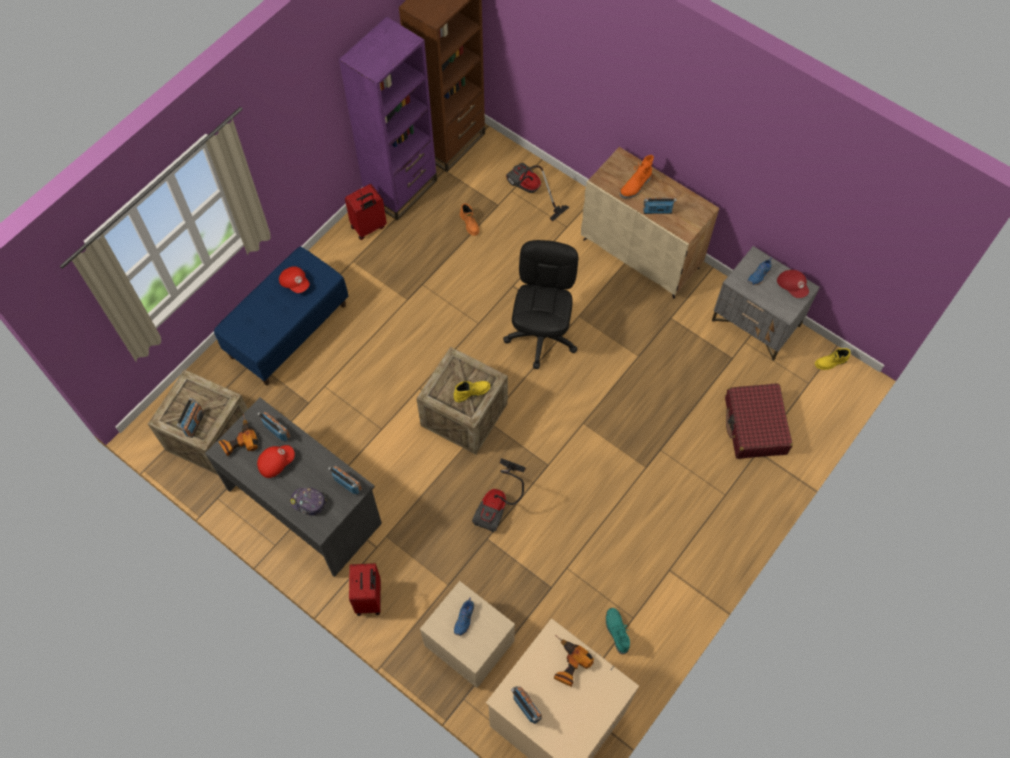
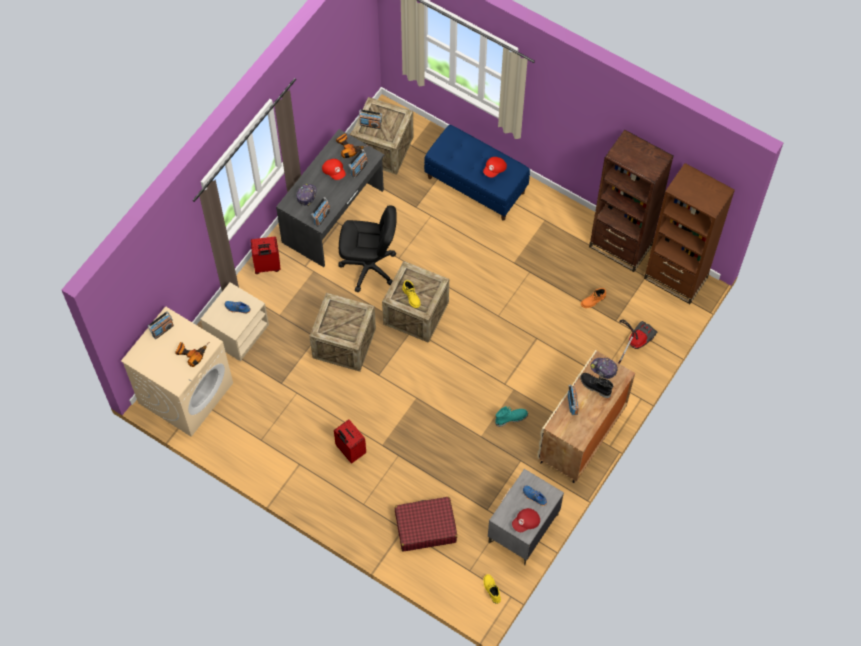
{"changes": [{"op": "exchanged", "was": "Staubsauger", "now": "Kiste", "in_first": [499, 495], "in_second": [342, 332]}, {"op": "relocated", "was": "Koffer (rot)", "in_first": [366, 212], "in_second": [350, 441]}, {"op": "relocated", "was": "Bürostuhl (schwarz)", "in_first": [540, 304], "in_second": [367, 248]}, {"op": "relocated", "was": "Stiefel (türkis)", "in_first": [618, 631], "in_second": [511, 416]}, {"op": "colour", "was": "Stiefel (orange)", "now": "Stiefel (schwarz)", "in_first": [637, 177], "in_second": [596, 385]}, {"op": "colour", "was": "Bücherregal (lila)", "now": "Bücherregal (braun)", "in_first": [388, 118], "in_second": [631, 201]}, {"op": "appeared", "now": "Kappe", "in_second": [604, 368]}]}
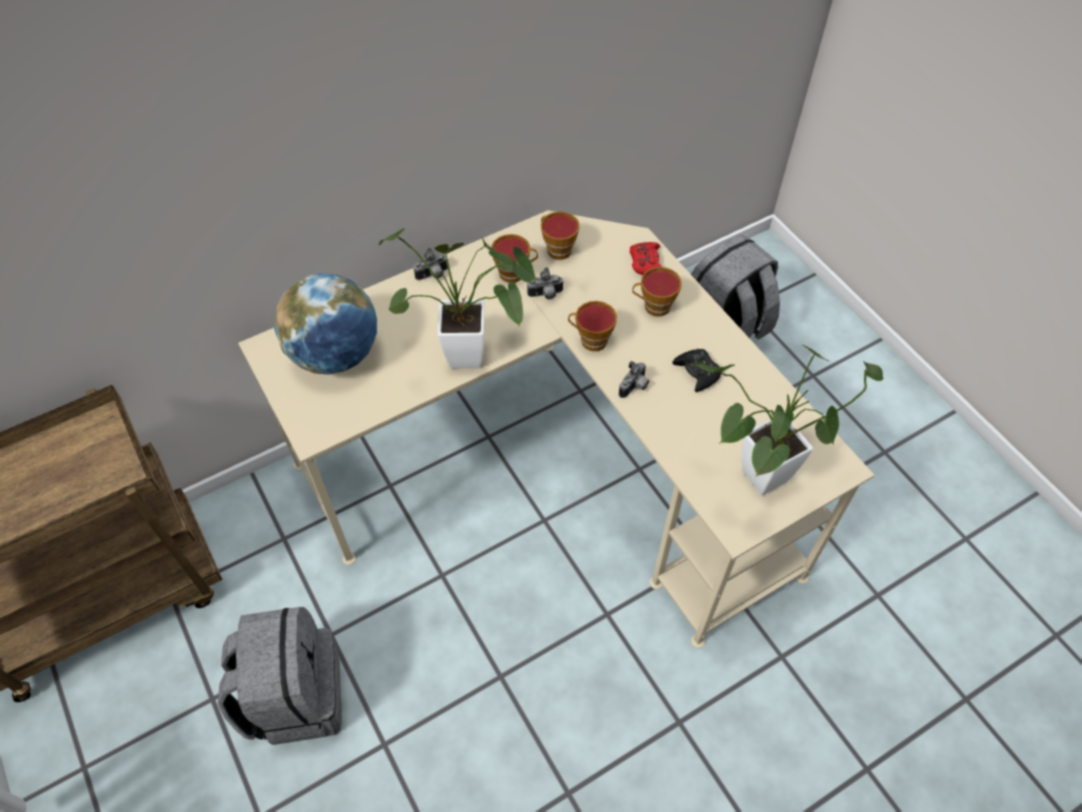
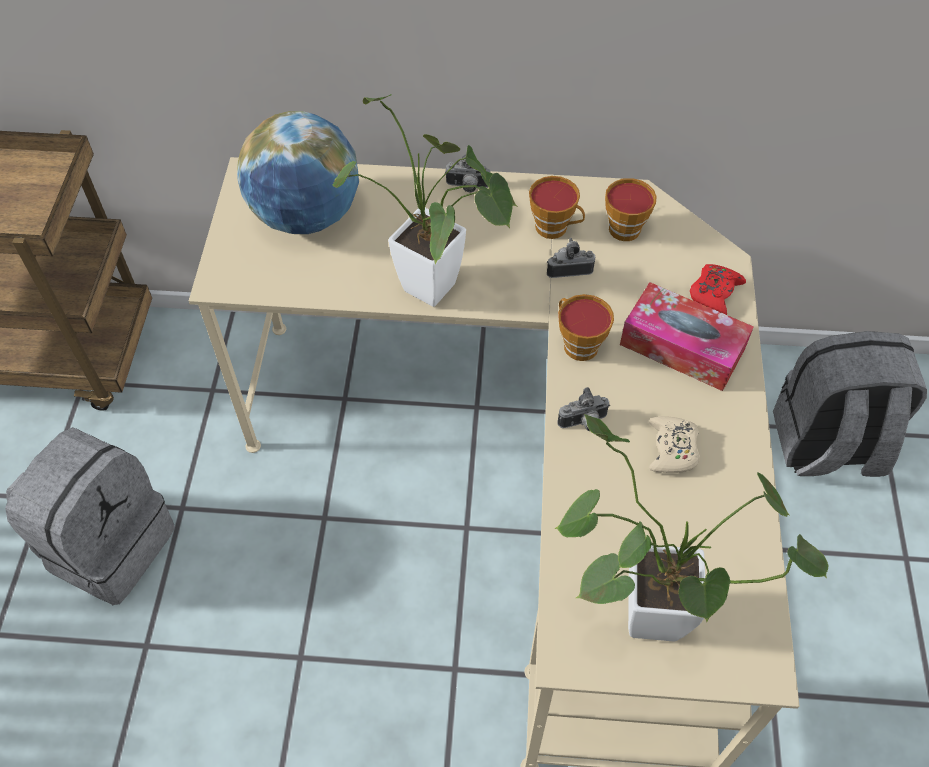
{"changes": [{"op": "spun", "was": "Kamera", "in_first": [545, 283], "in_second": [571, 258], "clockwise": 150}, {"op": "exchanged", "was": "Tasse", "now": "Taschentuchbox", "in_first": [657, 292], "in_second": [687, 336]}, {"op": "colour", "was": "Gamepad (schwarz)", "now": "Gamepad (beige)", "in_first": [696, 370], "in_second": [674, 444]}]}
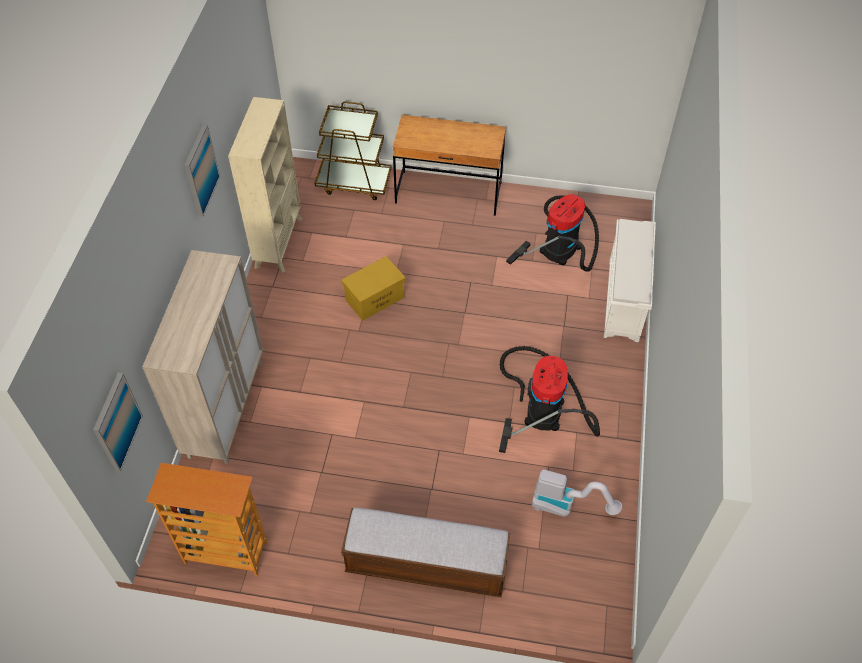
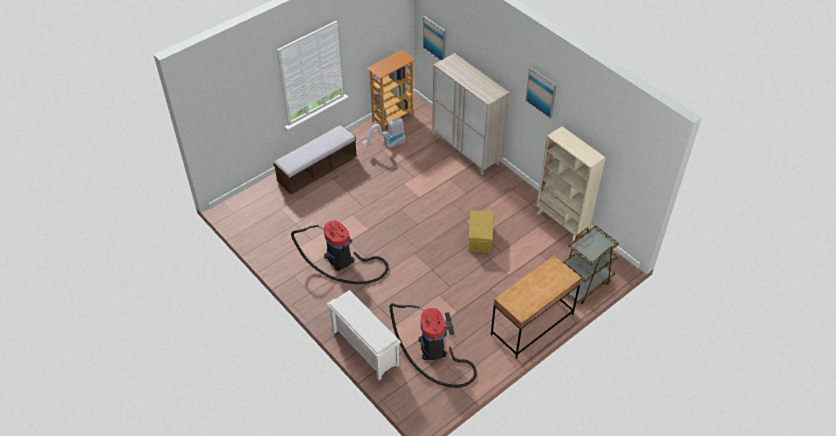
{"changes": [{"op": "relocated", "was": "Staubsauger", "in_first": [577, 492], "in_second": [384, 132]}]}
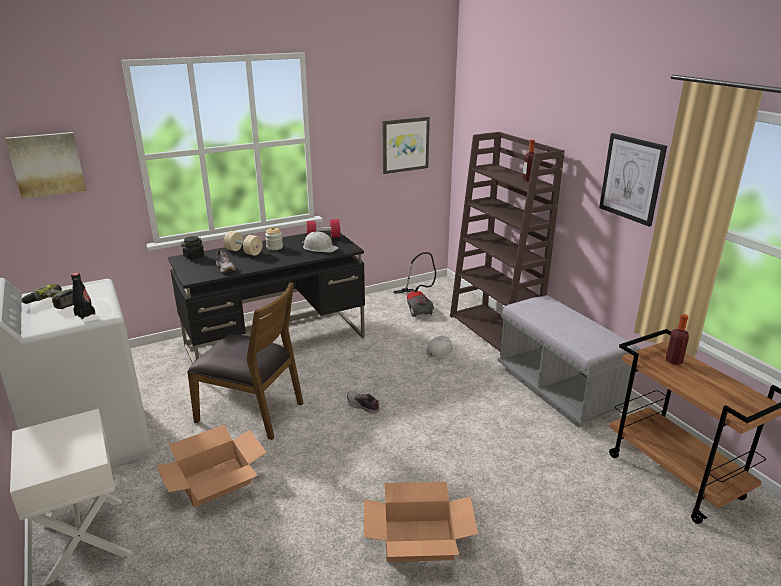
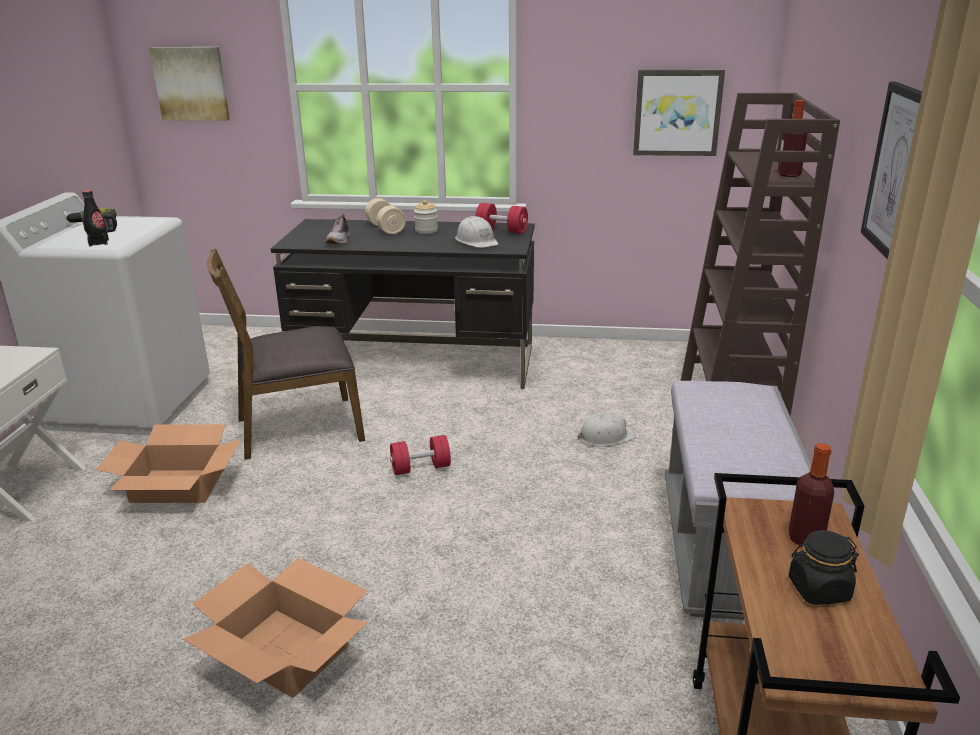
{"changes": [{"op": "spun", "was": "Stuhl (braun)", "in_first": [245, 361], "in_second": [286, 354], "clockwise": 105}, {"op": "exchanged", "was": "Schuh", "now": "Hantel (rot)", "in_first": [363, 402], "in_second": [420, 455]}, {"op": "relocated", "was": "Vorratsglas (schwarz)", "in_first": [192, 248], "in_second": [824, 567]}, {"op": "missing", "was": "Staubsauger", "in_first": [415, 284]}]}
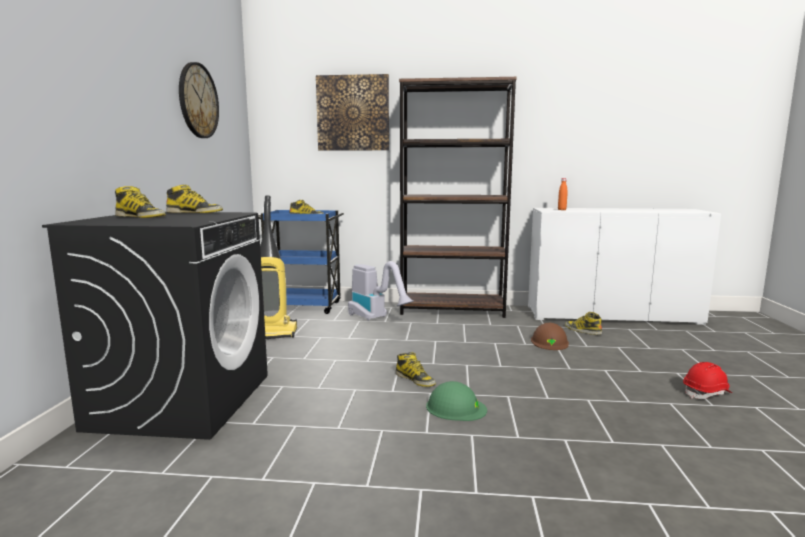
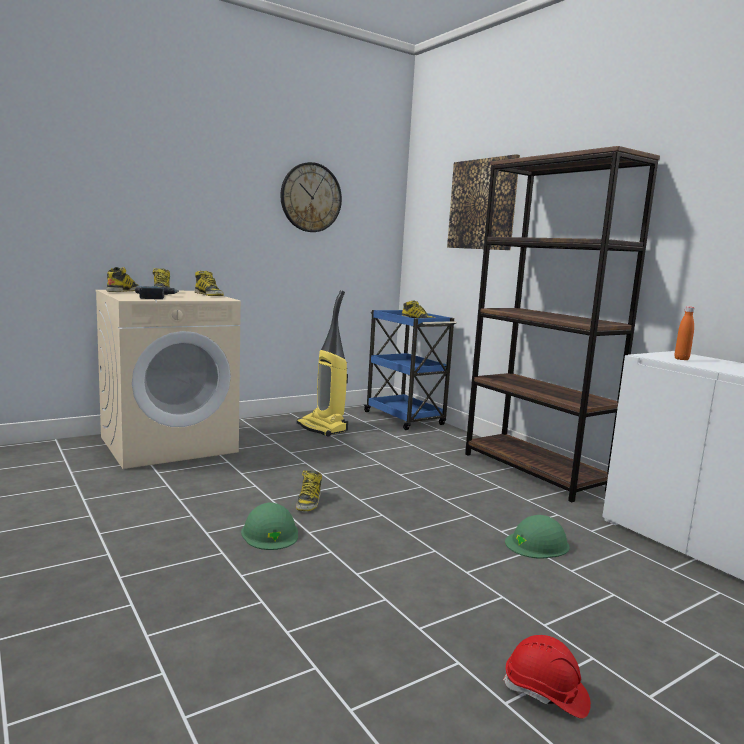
{"changes": [{"op": "colour", "was": "Waschmaschine (schwarz)", "now": "Waschmaschine (beige)", "in_first": [155, 326], "in_second": [168, 379]}, {"op": "relocated", "was": "Stiefel", "in_first": [583, 323], "in_second": [123, 279]}, {"op": "appeared", "now": "Bohrmaschine", "in_second": [157, 292]}, {"op": "colour", "was": "Schutzhelm (braun)", "now": "Schutzhelm (grün)", "in_first": [550, 336], "in_second": [537, 537]}, {"op": "missing", "was": "Staubsauger", "in_first": [381, 291]}]}
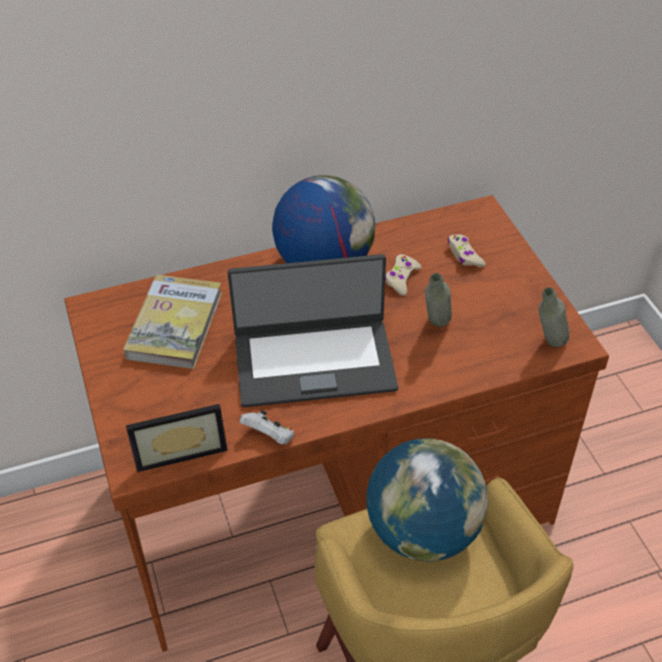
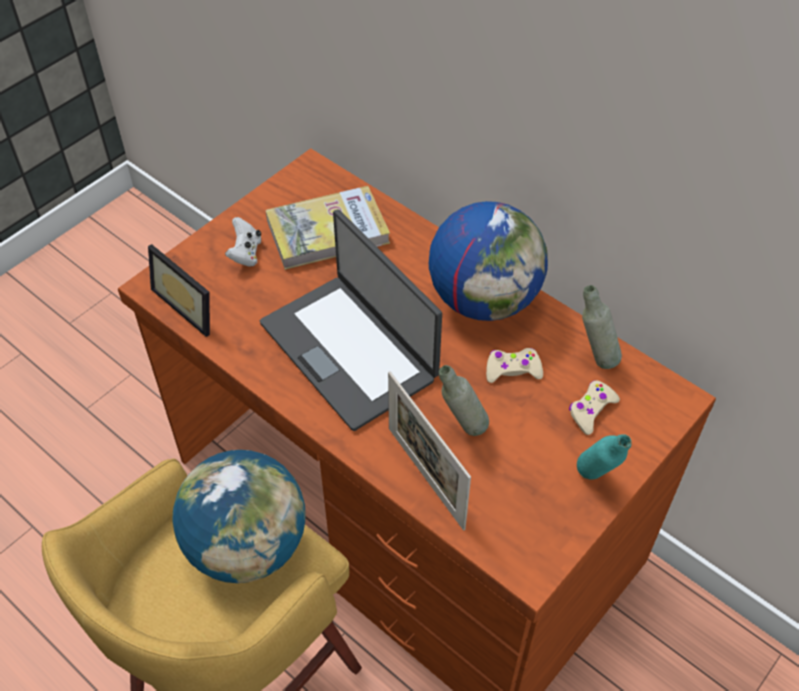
{"changes": [{"op": "relocated", "was": "Gamepad (weiß)", "in_first": [266, 427], "in_second": [243, 242]}, {"op": "appeared", "now": "Bilderrahmen", "in_second": [429, 450]}, {"op": "appeared", "now": "Flasche (türkis)", "in_second": [604, 457]}, {"op": "relocated", "was": "Flasche (grau)", "in_first": [554, 317], "in_second": [602, 327]}]}
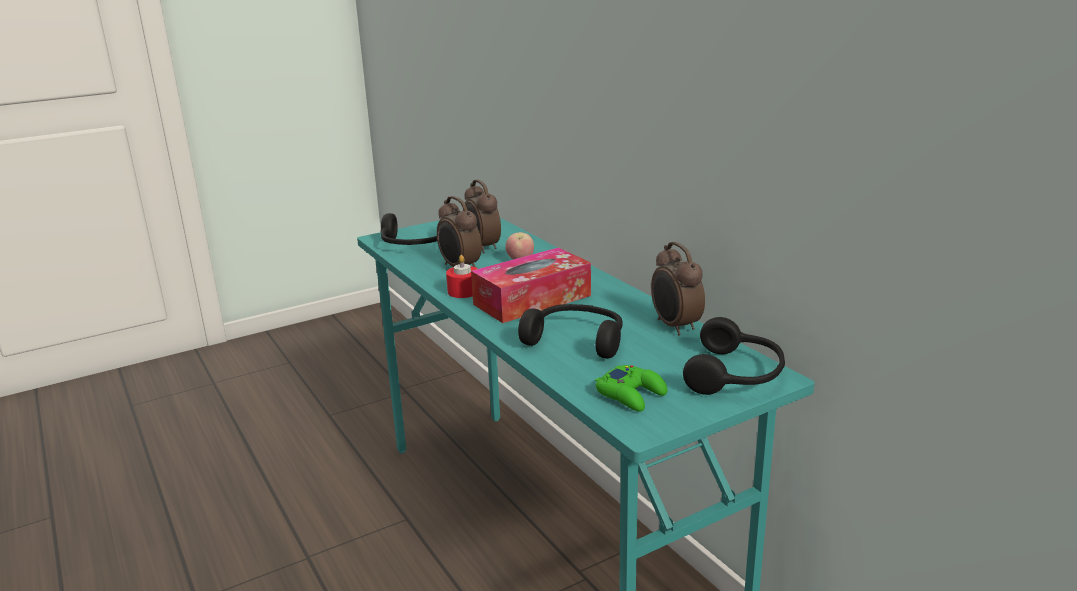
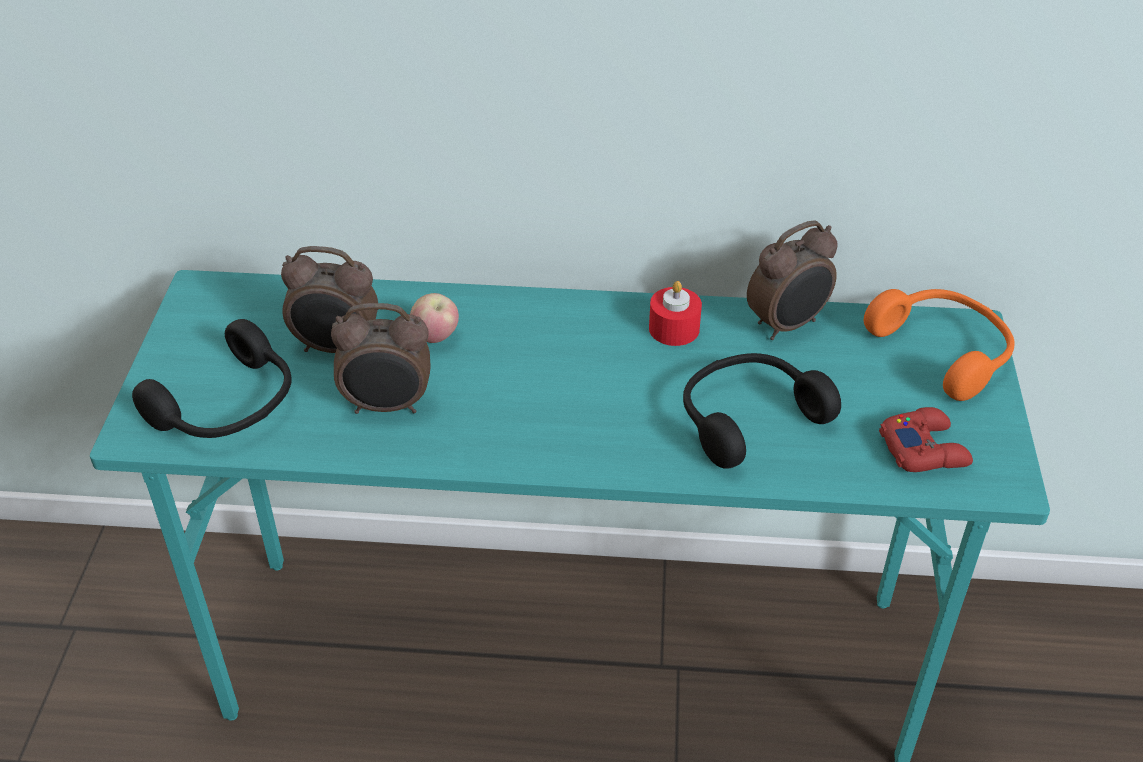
{"changes": [{"op": "relocated", "was": "Kerze (rot)", "in_first": [462, 276], "in_second": [675, 313]}, {"op": "spun", "was": "Wecker", "in_first": [678, 289], "in_second": [792, 280], "clockwise": -45}, {"op": "colour", "was": "Kopfhörer (schwarz)", "now": "Kopfhörer (orange)", "in_first": [734, 356], "in_second": [939, 345]}, {"op": "colour", "was": "Gamepad (grün)", "now": "Gamepad (rot)", "in_first": [631, 388], "in_second": [926, 439]}, {"op": "missing", "was": "Taschentuchbox", "in_first": [531, 285]}]}
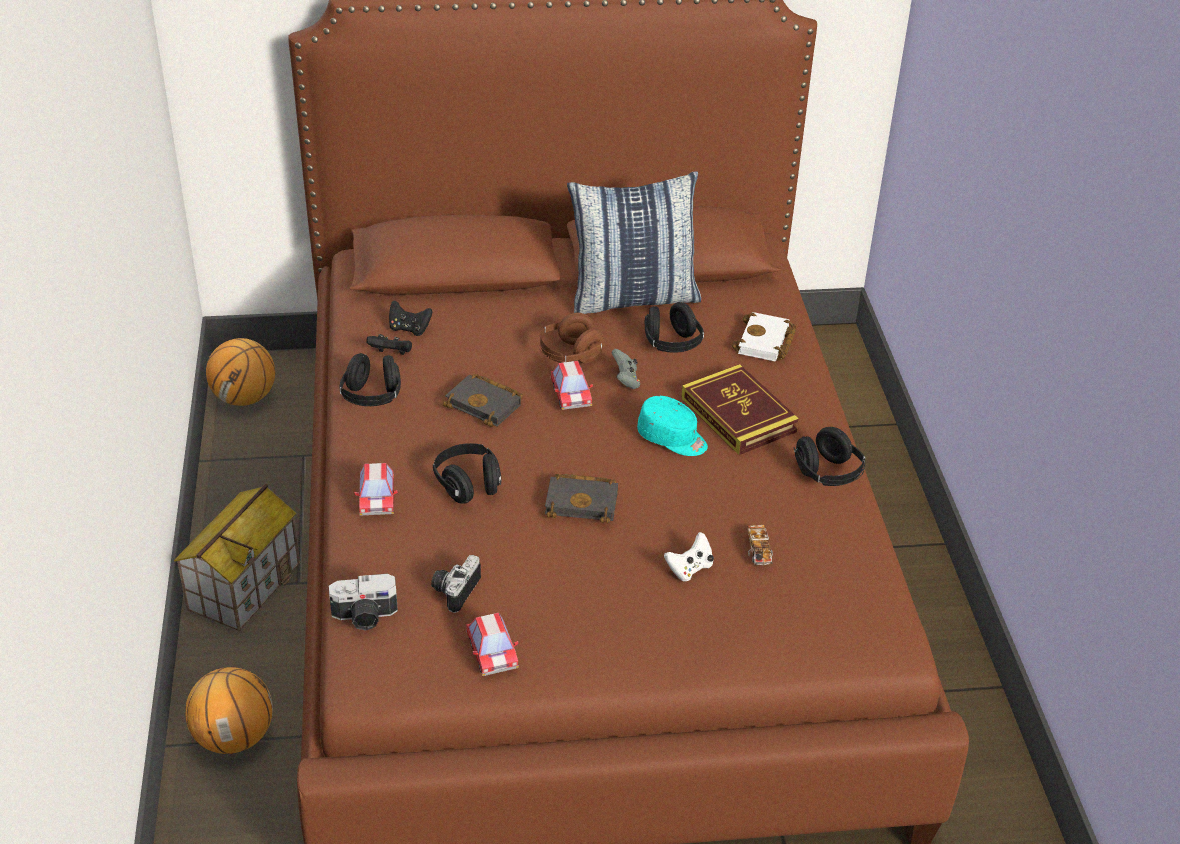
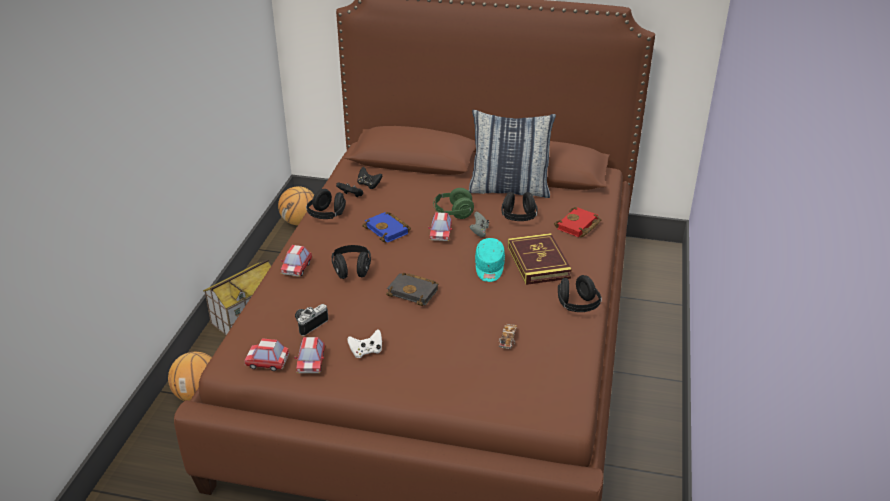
{"changes": [{"op": "appeared", "now": "Spielzeugauto", "in_second": [266, 354]}, {"op": "relocated", "was": "Gamepad (weiß)", "in_first": [689, 556], "in_second": [364, 343]}, {"op": "colour", "was": "Buch (schwarz)", "now": "Buch (blau)", "in_first": [483, 400], "in_second": [386, 227]}, {"op": "colour", "was": "Kopfhörer (braun)", "now": "Kopfhörer (grün)", "in_first": [571, 338], "in_second": [453, 203]}, {"op": "spun", "was": "Kappe (türkis)", "in_first": [672, 426], "in_second": [490, 260], "clockwise": 45}, {"op": "colour", "was": "Buch (weiß)", "now": "Buch (rot)", "in_first": [764, 337], "in_second": [577, 222]}, {"op": "missing", "was": "Kamera", "in_first": [363, 602]}]}
